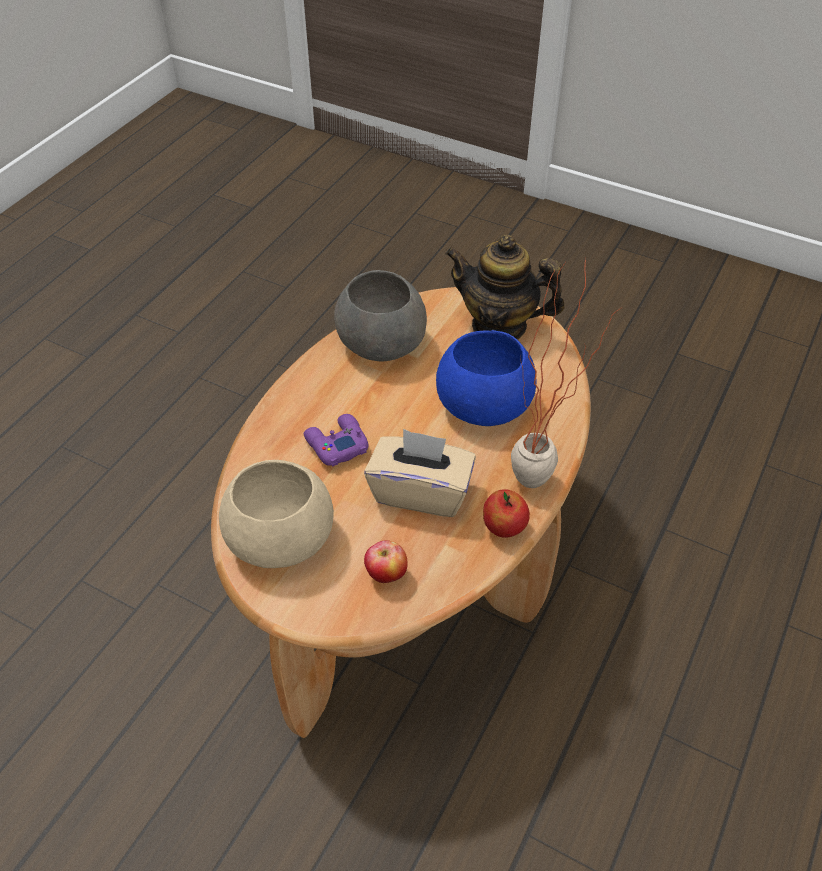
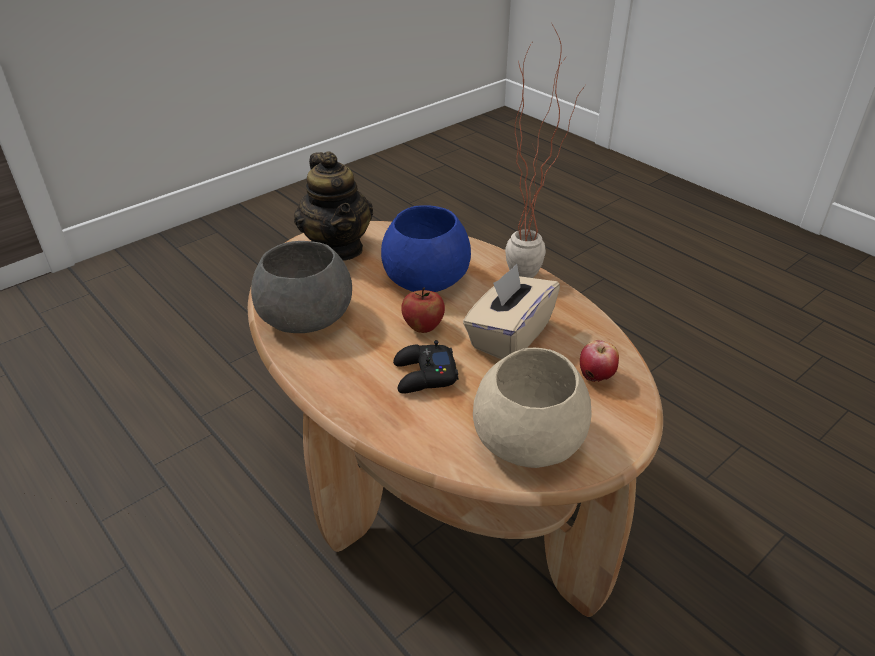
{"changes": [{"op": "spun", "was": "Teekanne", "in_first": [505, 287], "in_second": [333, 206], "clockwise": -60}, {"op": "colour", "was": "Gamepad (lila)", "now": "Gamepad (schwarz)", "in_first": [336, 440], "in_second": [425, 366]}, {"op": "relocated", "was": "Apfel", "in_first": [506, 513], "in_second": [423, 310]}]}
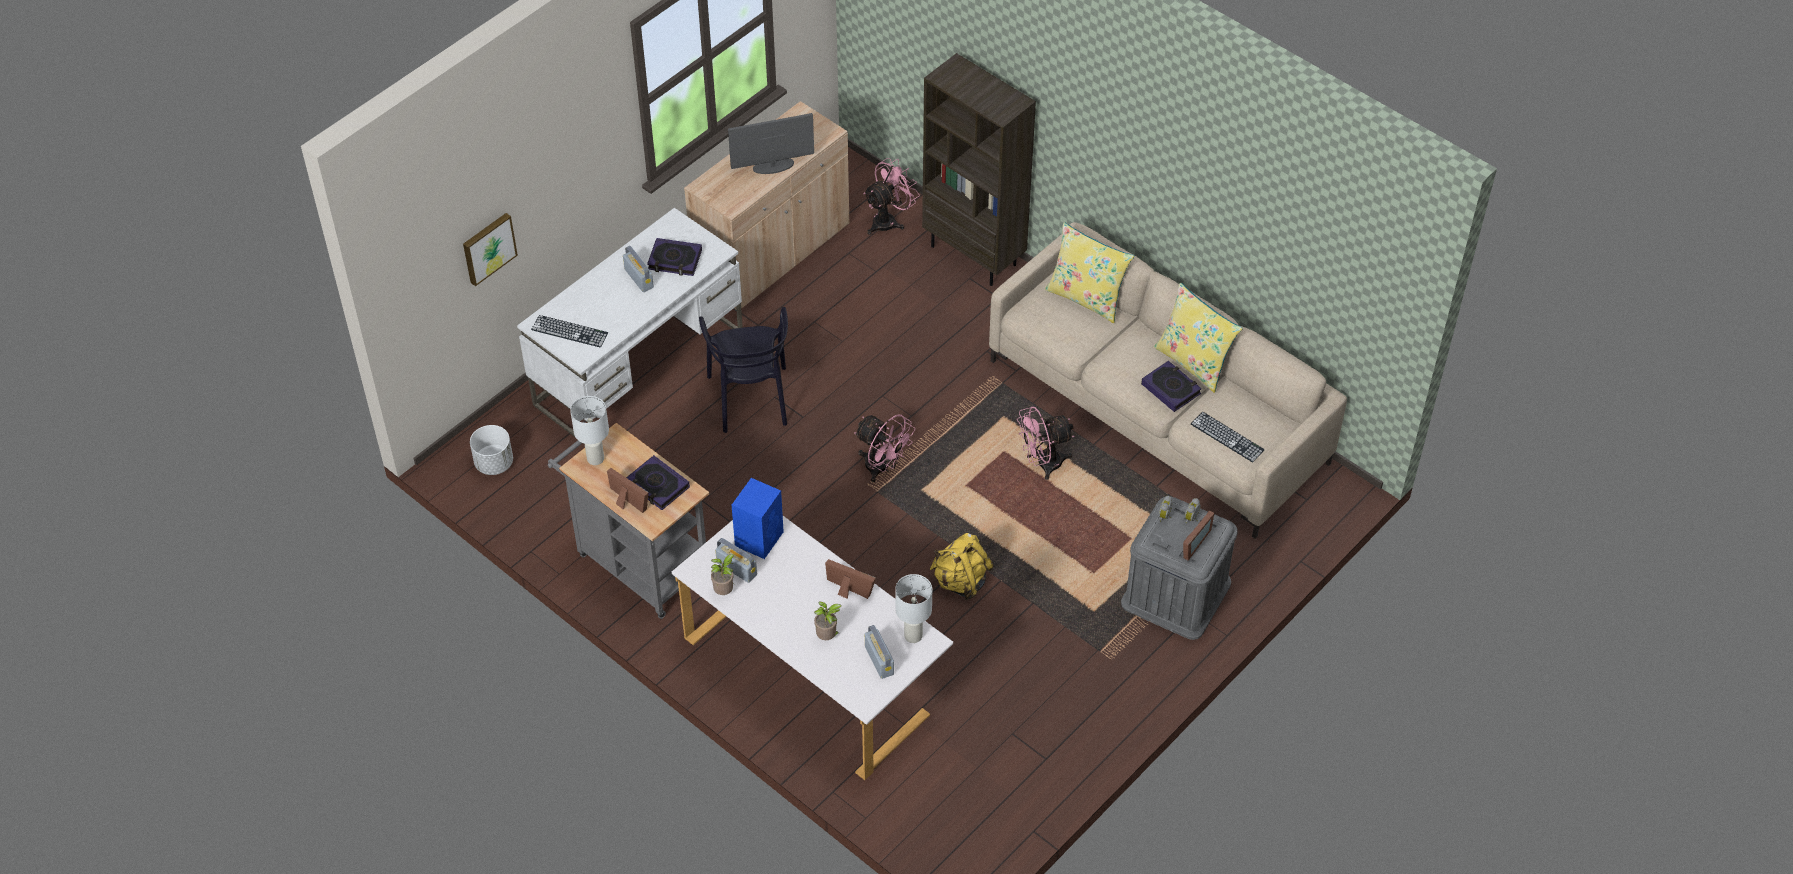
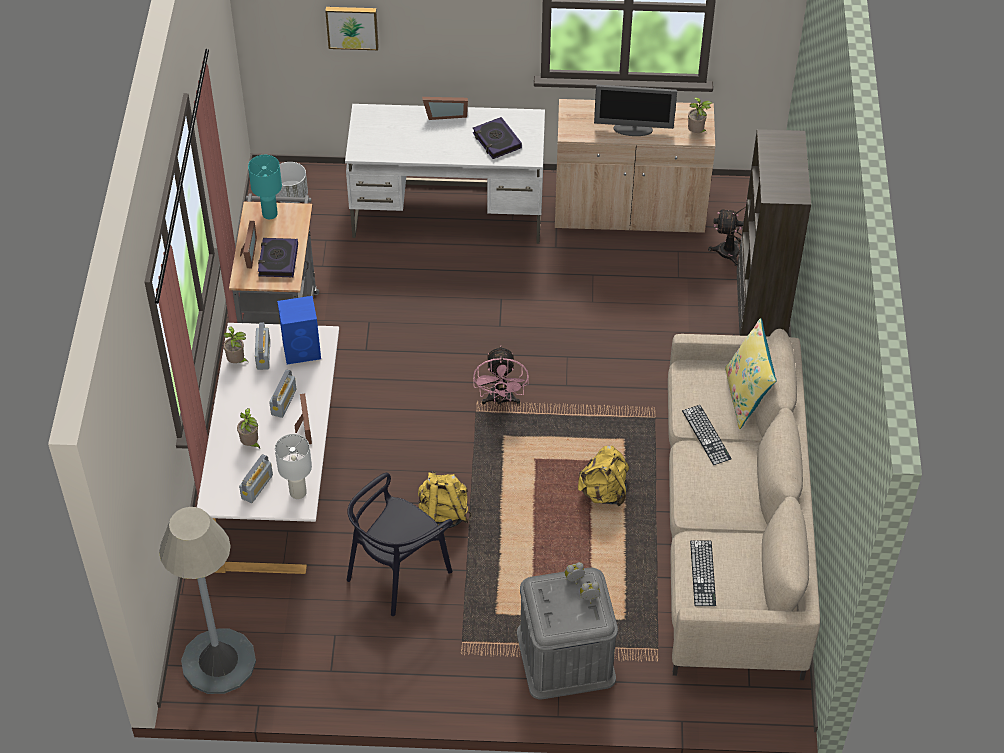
{"changes": [{"op": "appeared", "now": "Stehlampe (grau)", "in_second": [207, 600]}, {"op": "colour", "was": "Tischlampe (weiß)", "now": "Tischlampe (türkis)", "in_first": [589, 430], "in_second": [265, 187]}, {"op": "relocated", "was": "Radio", "in_first": [638, 269], "in_second": [282, 393]}, {"op": "relocated", "was": "Stuhl (schwarz)", "in_first": [743, 370], "in_second": [400, 544]}, {"op": "relocated", "was": "Bilderrahmen", "in_first": [1198, 536], "in_second": [445, 108]}, {"op": "exchanged", "was": "Ventilator (rosa)", "now": "Rucksack (gelb)", "in_first": [1045, 443], "in_second": [603, 476]}, {"op": "spun", "was": "Monitor", "in_first": [771, 143], "in_second": [635, 110], "clockwise": 150}, {"op": "relocated", "was": "Tastatur", "in_first": [569, 331], "in_second": [707, 435]}, {"op": "appeared", "now": "Topfpflanze", "in_second": [700, 115]}, {"op": "missing", "was": "Buch", "in_first": [1171, 386]}, {"op": "missing", "was": "Kissen (gelb)", "in_first": [1198, 338]}]}
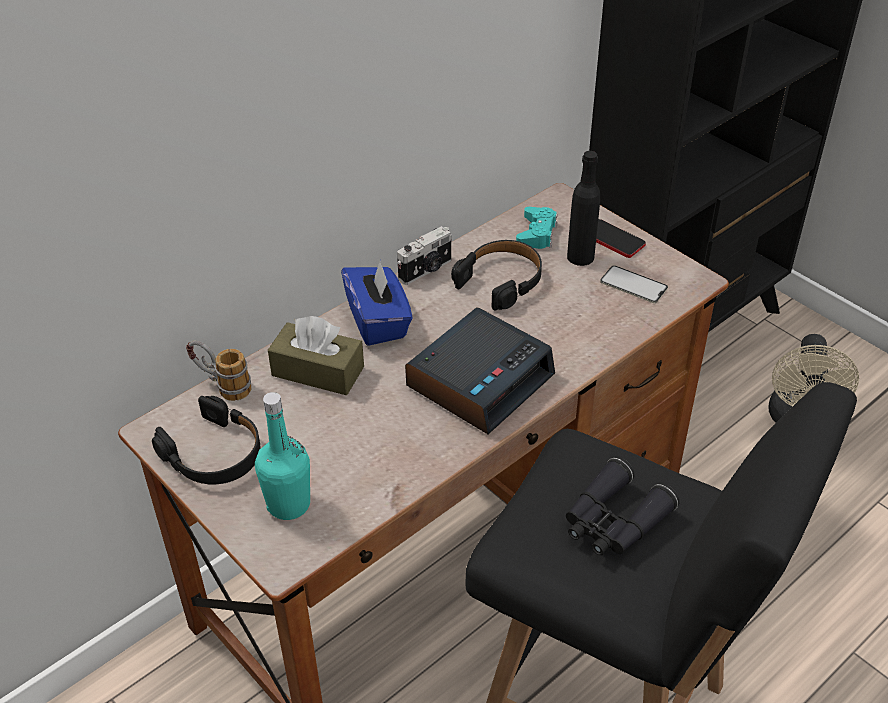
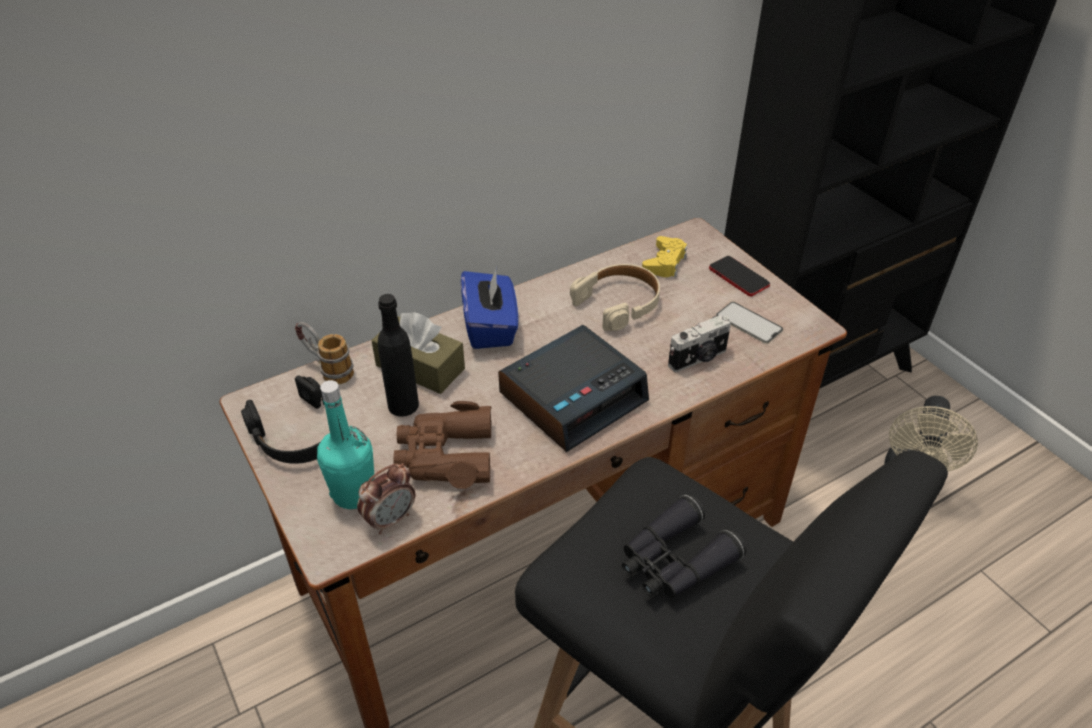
{"changes": [{"op": "appeared", "now": "Wecker", "in_second": [386, 498]}, {"op": "relocated", "was": "Flasche (schwarz)", "in_first": [583, 208], "in_second": [398, 355]}, {"op": "appeared", "now": "Fernglas (braun)", "in_second": [442, 445]}, {"op": "colour", "was": "Kopfhörer (schwarz)", "now": "Kopfhörer (beige)", "in_first": [496, 275], "in_second": [615, 297]}, {"op": "colour", "was": "Gamepad (türkis)", "now": "Gamepad (gelb)", "in_first": [536, 228], "in_second": [664, 256]}, {"op": "relocated", "was": "Kamera", "in_first": [424, 255], "in_second": [699, 343]}]}
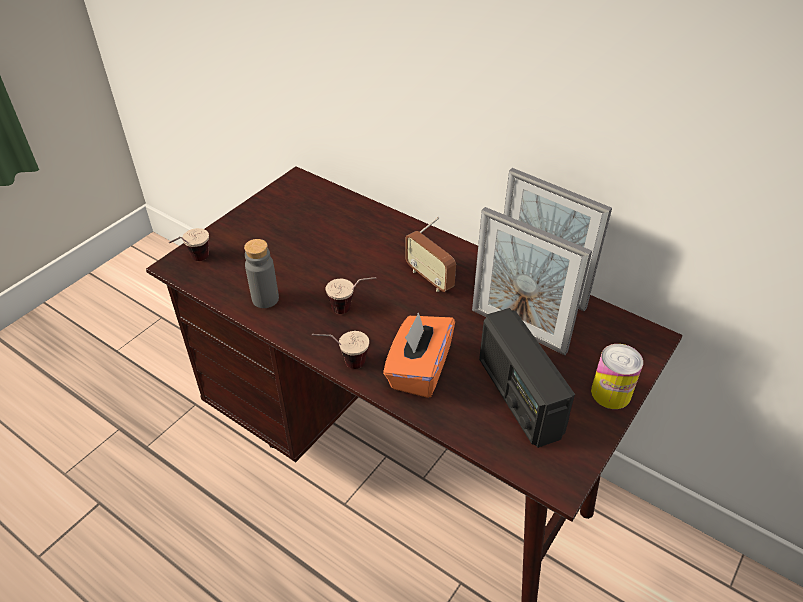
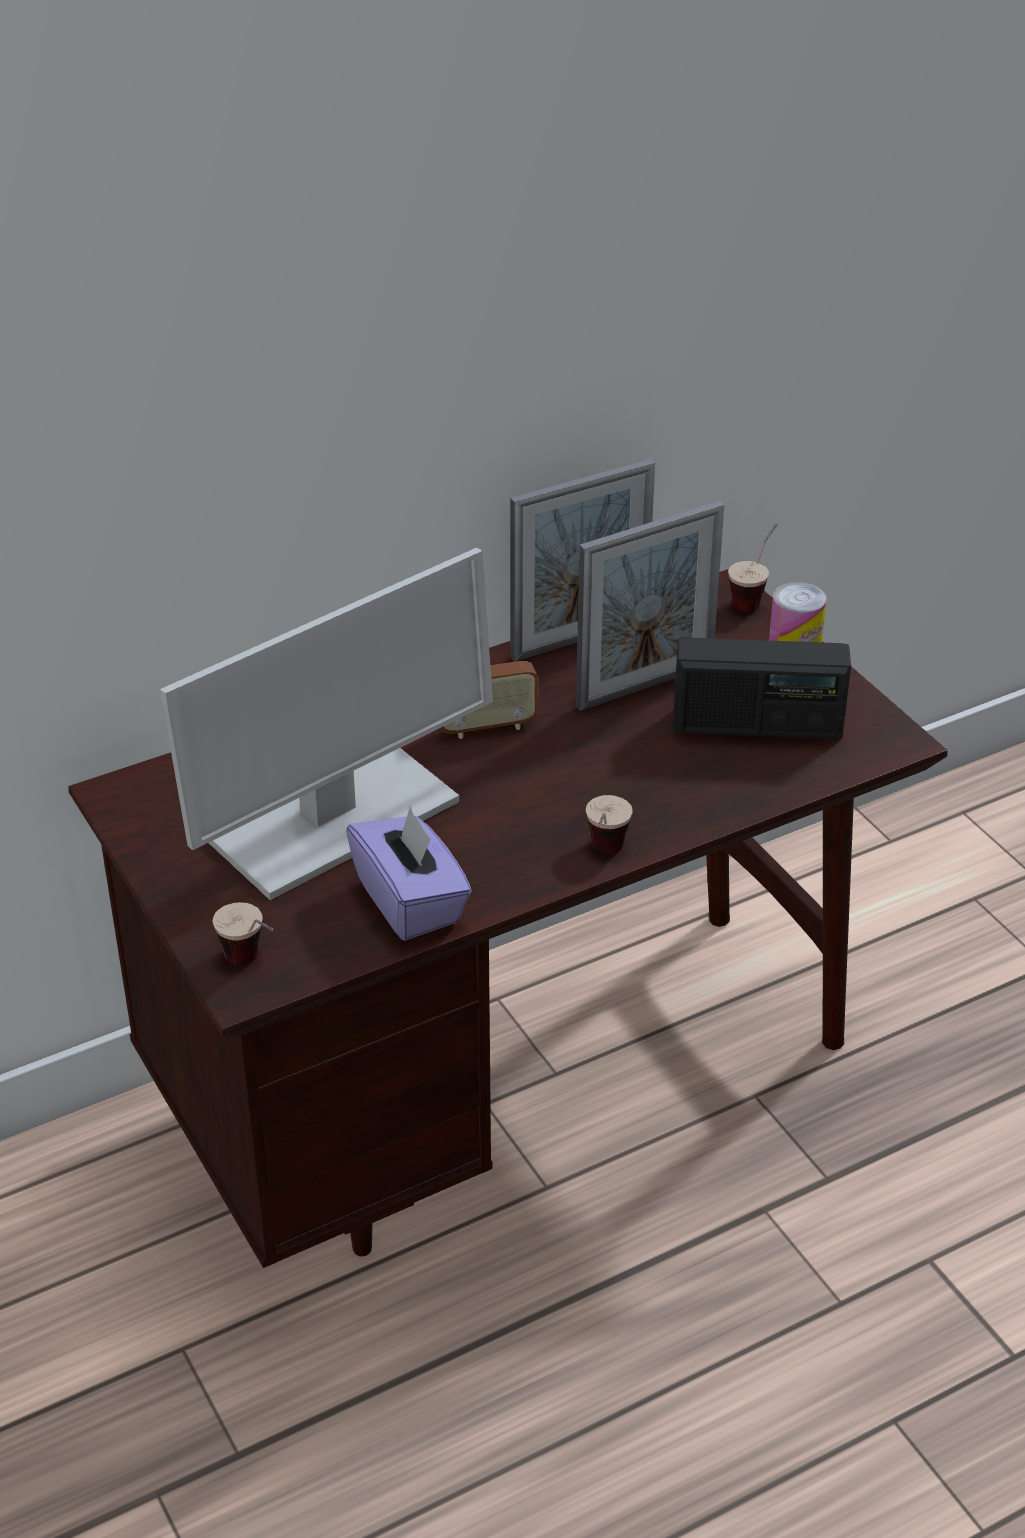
{"changes": [{"op": "appeared", "now": "Monitor", "in_second": [326, 724]}, {"op": "exchanged", "was": "Flasche (grau)", "now": "Taschentuchbox (lila)", "in_first": [261, 273], "in_second": [409, 873]}, {"op": "relocated", "was": "Tasse", "in_first": [351, 295], "in_second": [752, 568]}, {"op": "missing", "was": "Taschentuchbox (orange)", "in_first": [419, 355]}]}
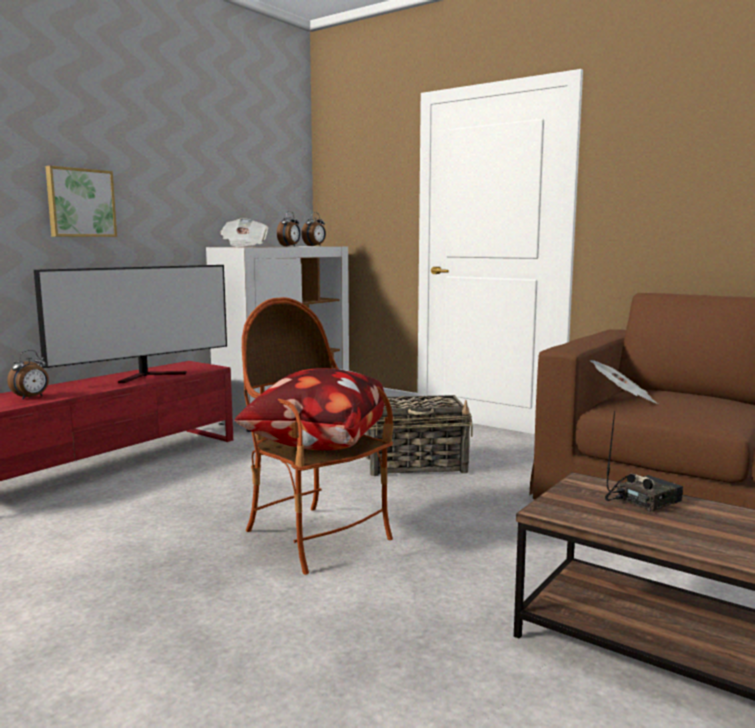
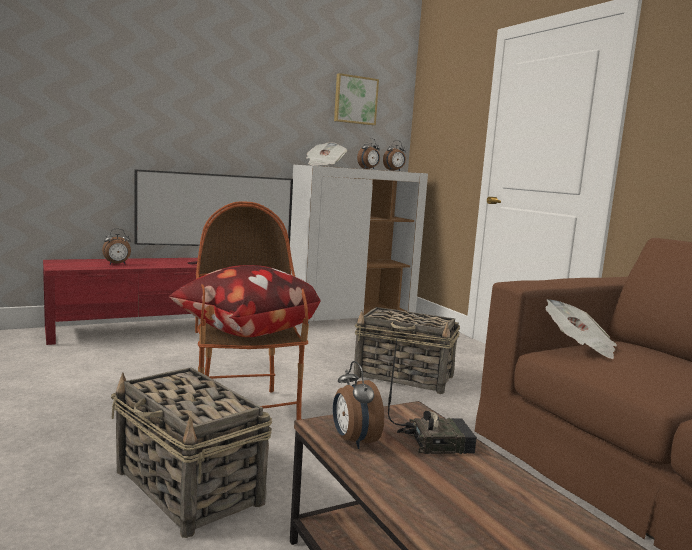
{"changes": [{"op": "appeared", "now": "Korb", "in_second": [191, 452]}, {"op": "appeared", "now": "Wecker", "in_second": [358, 405]}, {"op": "relocated", "was": "Bild", "in_first": [81, 201], "in_second": [356, 99]}]}
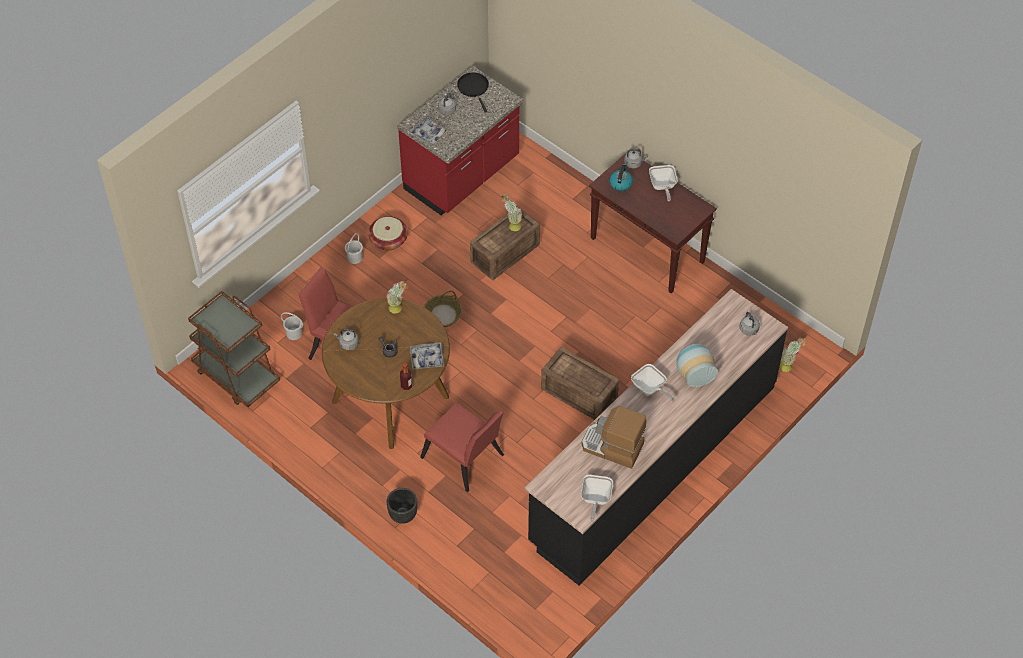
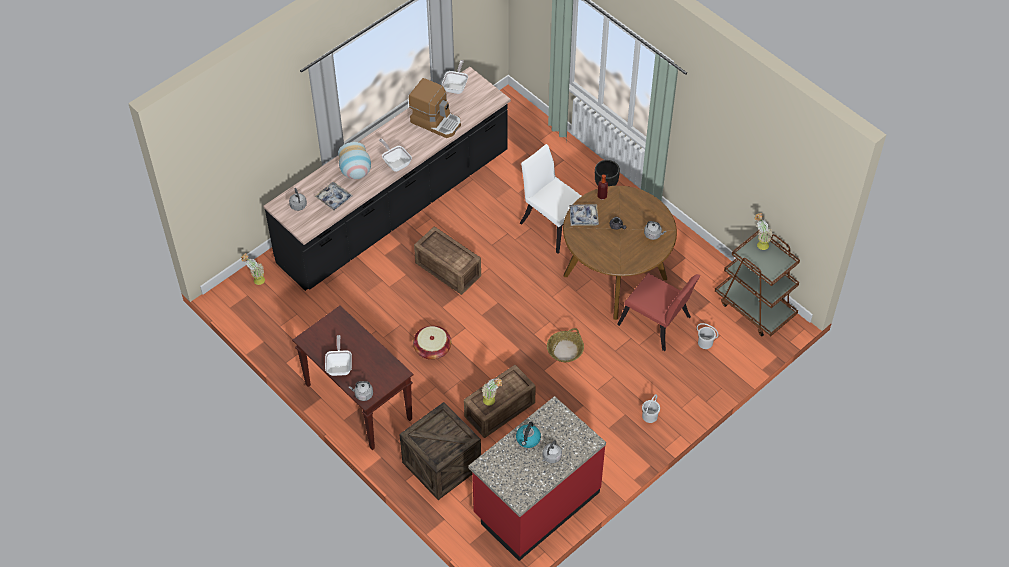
{"changes": [{"op": "relocated", "was": "Tablett", "in_first": [429, 131], "in_second": [334, 196]}, {"op": "appeared", "now": "Kiste", "in_second": [440, 451]}, {"op": "relocated", "was": "Korb", "in_first": [388, 233], "in_second": [432, 343]}, {"op": "relocated", "was": "Wasserkessel", "in_first": [621, 177], "in_second": [528, 435]}, {"op": "colour", "was": "Stuhl (rot)", "now": "Stuhl (weiß)", "in_first": [462, 447], "in_second": [550, 199]}, {"op": "relocated", "was": "Topfpflanze", "in_first": [397, 297], "in_second": [763, 231]}, {"op": "missing", "was": "Pfanne (schwarz)", "in_first": [473, 92]}]}
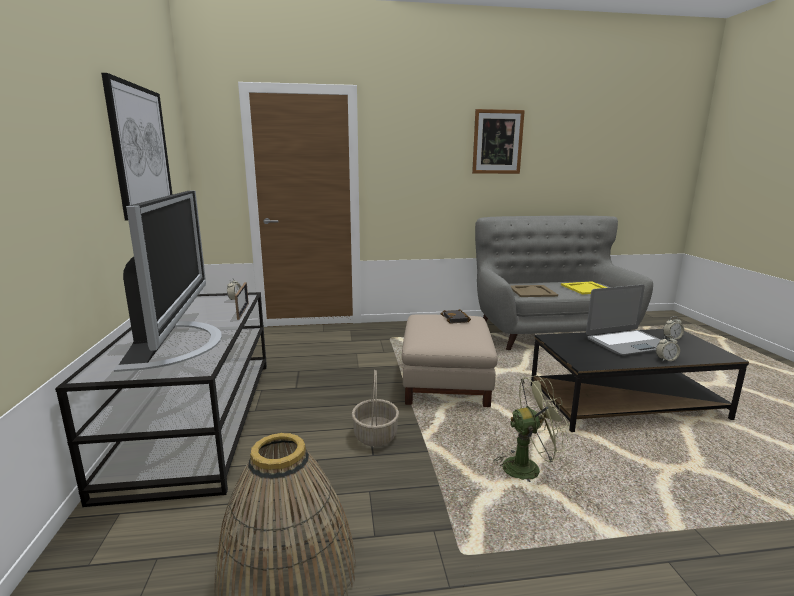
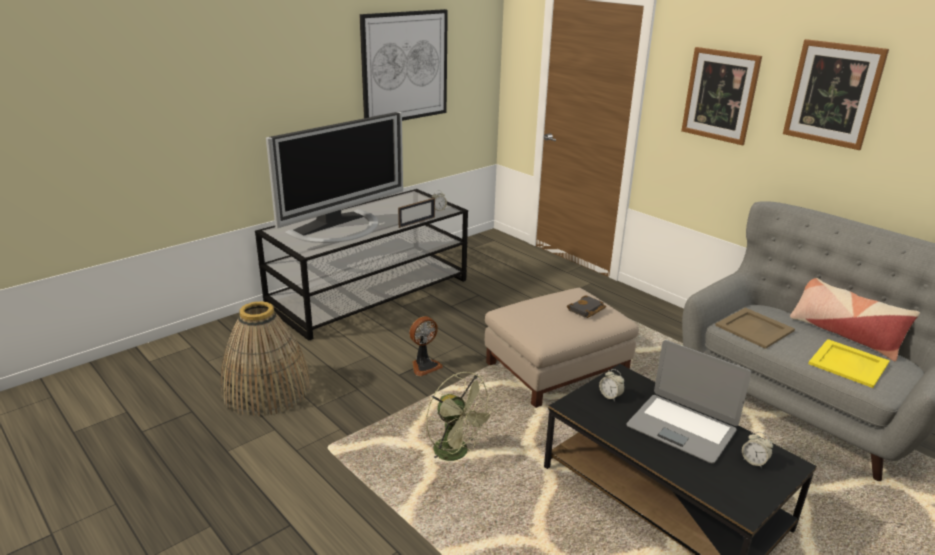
{"changes": [{"op": "exchanged", "was": "Korb", "now": "Ventilator", "in_first": [375, 408], "in_second": [426, 346]}, {"op": "relocated", "was": "Wecker", "in_first": [668, 348], "in_second": [612, 385]}, {"op": "appeared", "now": "Bild", "in_second": [721, 96]}, {"op": "appeared", "now": "Kissen", "in_second": [855, 320]}]}
